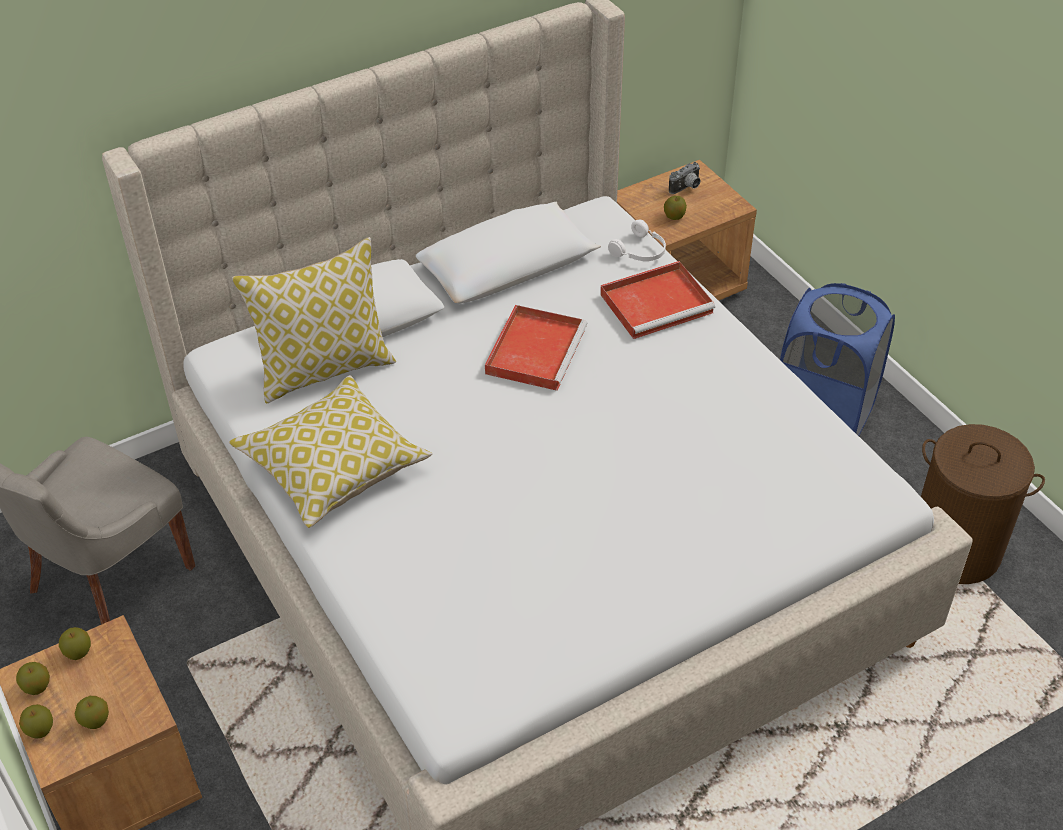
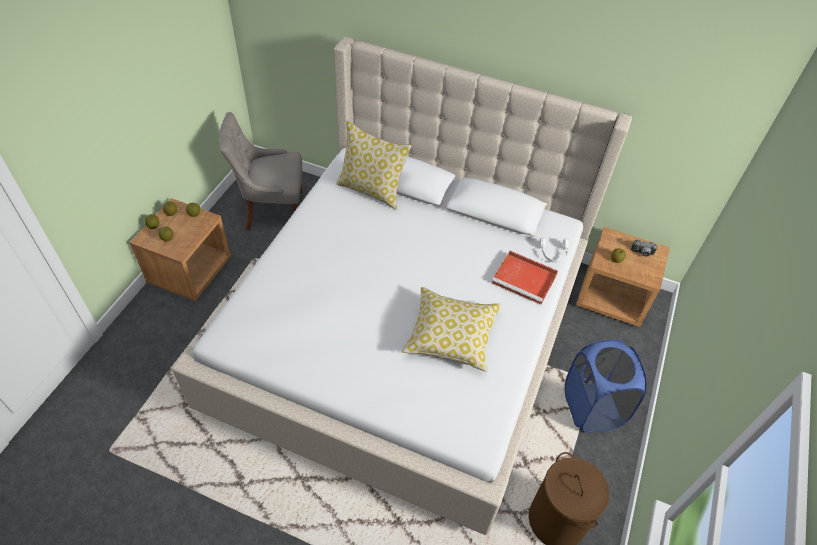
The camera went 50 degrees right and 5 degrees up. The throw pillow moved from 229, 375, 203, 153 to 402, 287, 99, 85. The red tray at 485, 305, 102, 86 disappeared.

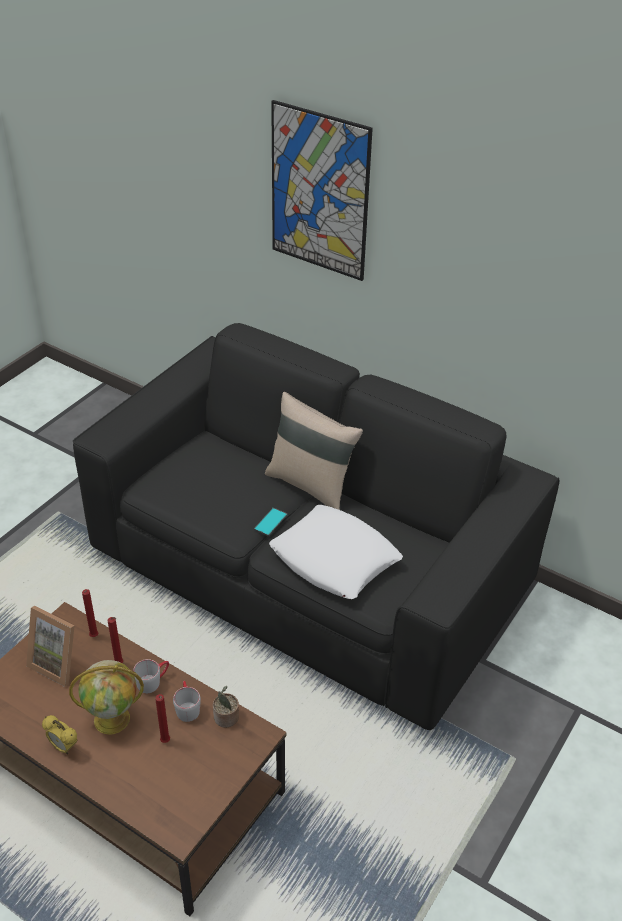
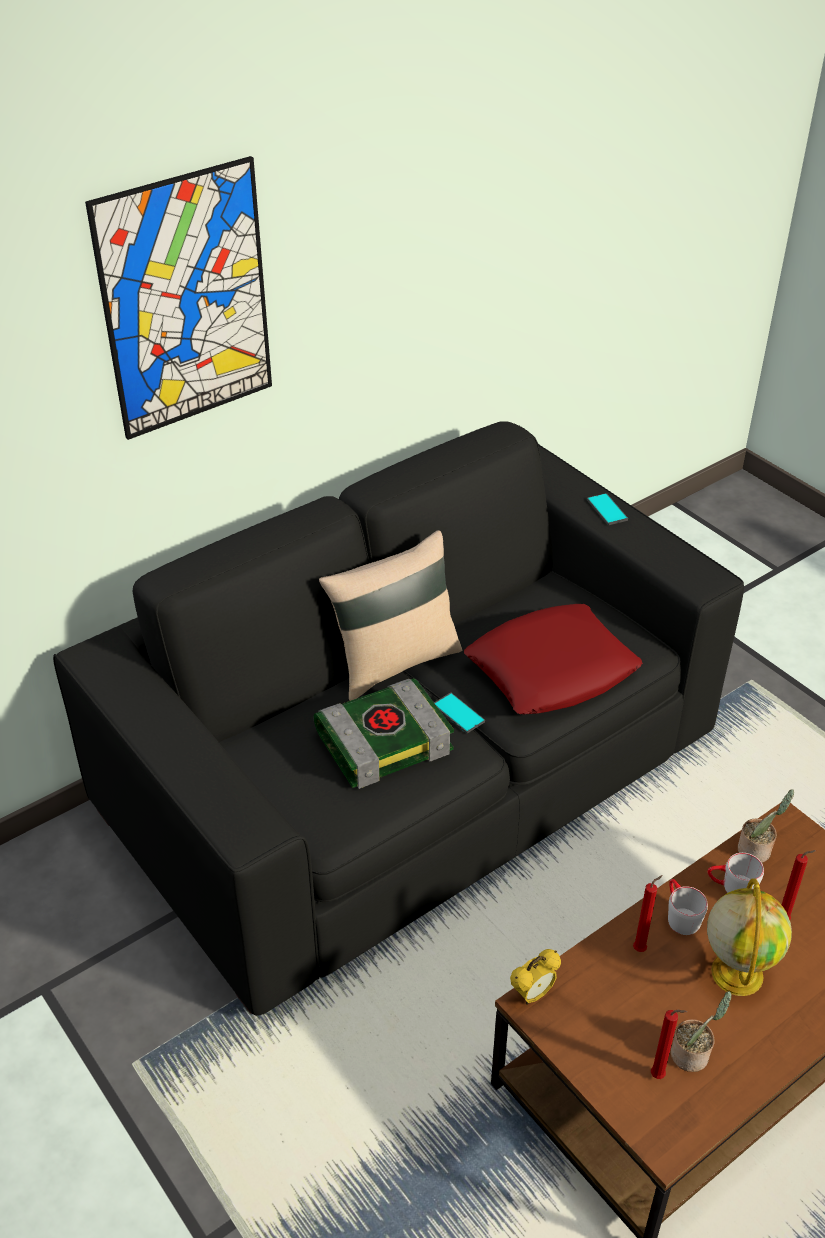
The camera went 70 degrees left and 0 degrees up. The book at 313, 678, 141, 111 appeared. The whitish throw pillow at 269, 505, 134, 94 became the red throw pillow at 464, 604, 179, 110. The bedside clock moved from 42, 715, 35, 39 to 510, 949, 51, 56. The handset at 587, 493, 41, 32 appeared. The red wax light moved from 82, 589, 16, 48 to 651, 1009, 36, 70. The houseplant at 671, 991, 61, 81 appeared. The picture frame at 26, 606, 49, 81 disappeared.

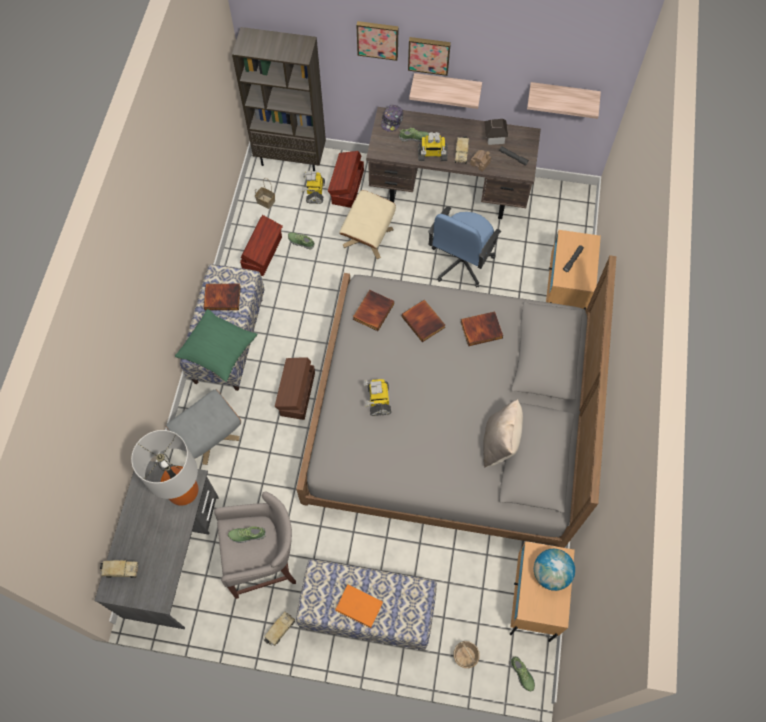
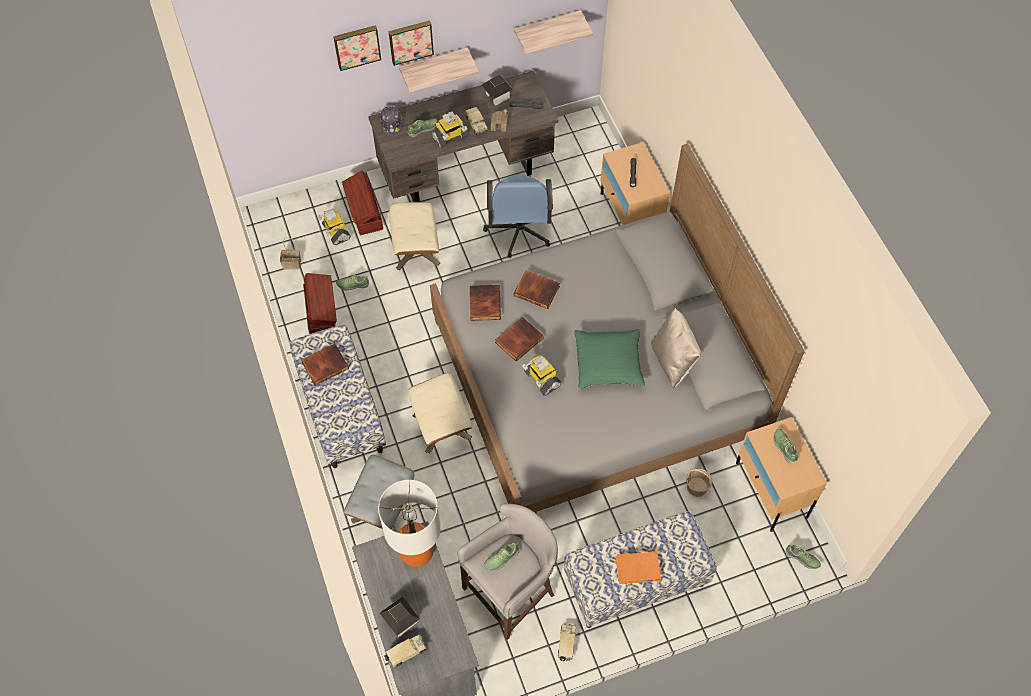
The camera went 30 degrees left and 5 degrees down. The model house at 380, 597, 40, 40 appeared. The brown-coloured storage bin at 275, 357, 40, 63 was replaced by the sand-coloured pouffe at 408, 373, 64, 81. The book moved from 460, 311, 43, 35 to 495, 317, 49, 44. The green throw pillow moved from 175, 309, 83, 73 to 574, 329, 71, 60. The basket moved from 454, 641, 26, 27 to 686, 468, 26, 29. The desk globe at 534, 549, 41, 42 was replaced by the low shoe at 774, 429, 24, 34. The brown-coloured bookshelf at 232, 27, 94, 144 disappeared.

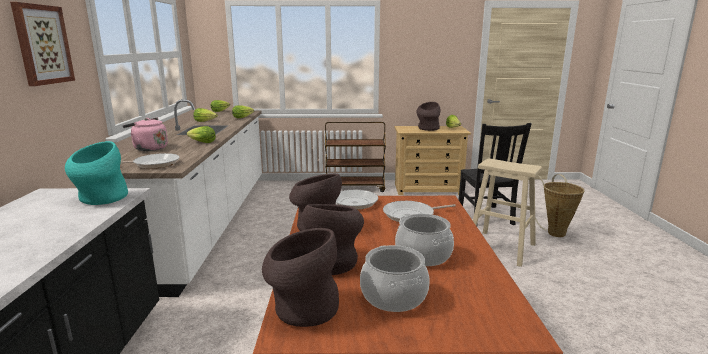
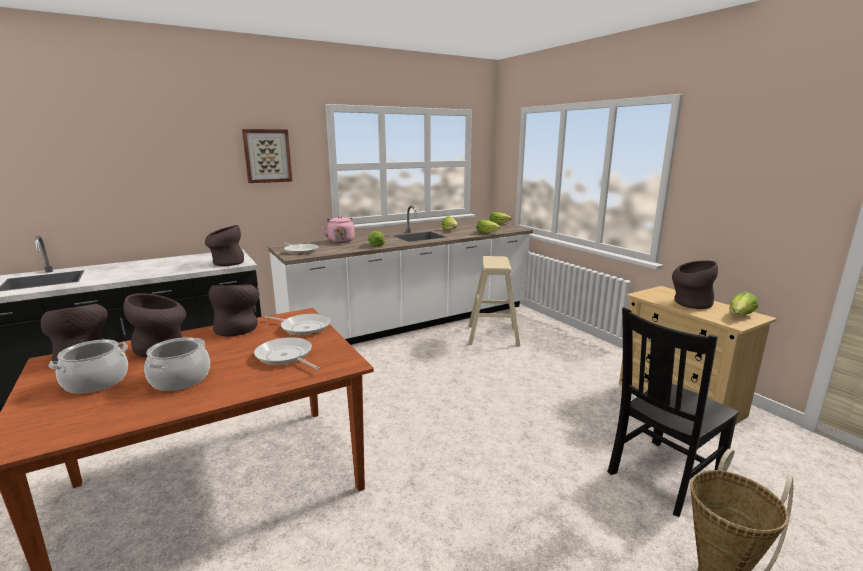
The camera went 60 degrees right and 0 degrees up. The turquoise-coloured vase at 65, 141, 63, 64 became the brown-coloured vase at 205, 225, 39, 41. The sand-coloured stool seat moved from 473, 159, 69, 108 to 468, 256, 52, 91. The brown-coloured trolley at 325, 122, 61, 70 disappeared.

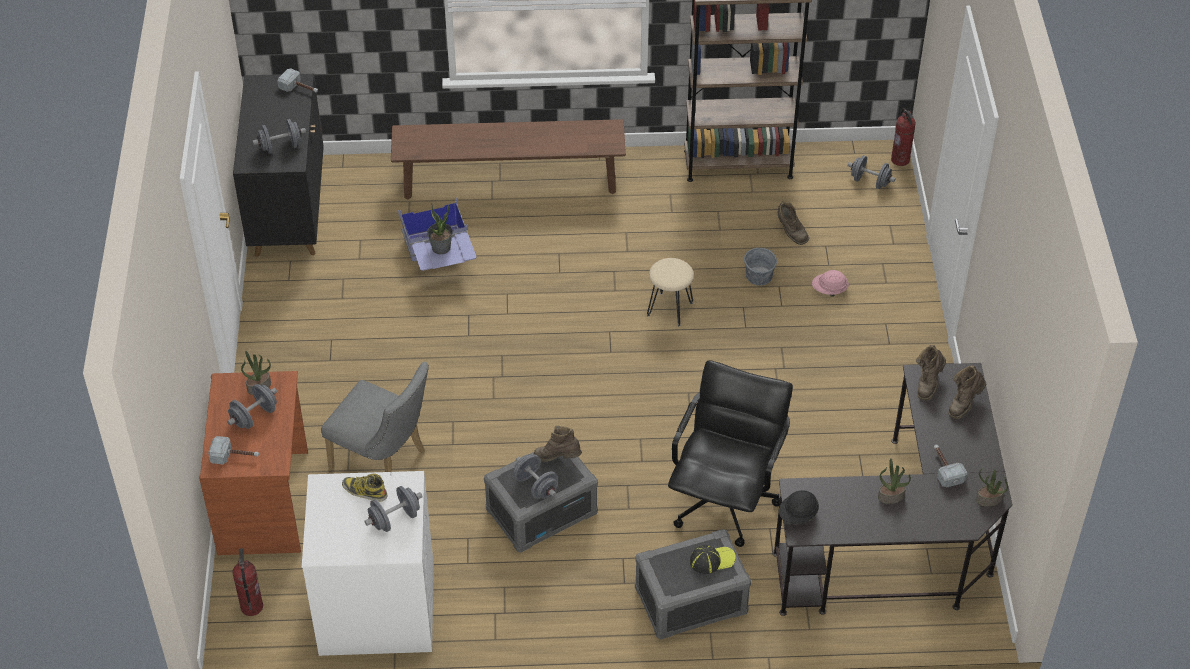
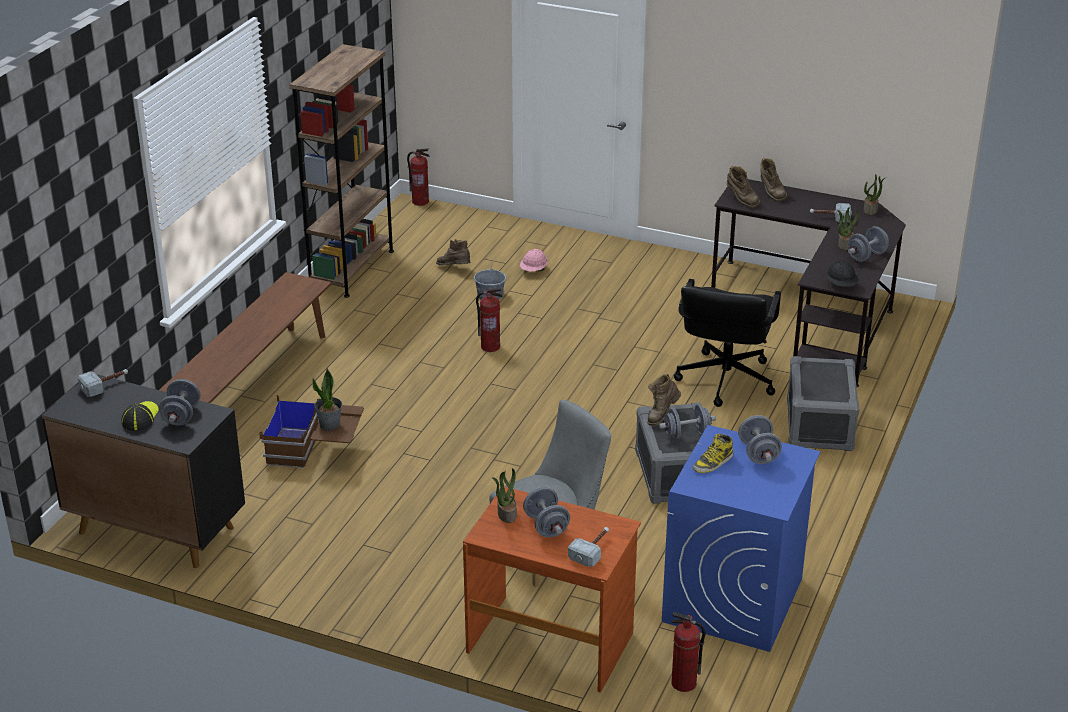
The camera went 65 degrees left and 15 degrees down. The peaked cap moved from 690, 545, 46, 29 to 121, 401, 38, 30. The blue-coloured storage bin at 398, 198, 79, 73 became the brown-coloured storage bin at 259, 395, 105, 73. The brown-coloured tall boot at 777, 201, 32, 44 turned 135 degrees counterclockwise. The sand-coloured stool seat at 647, 258, 47, 68 was replaced by the fire-fighting cylinder at 476, 288, 27, 64. The whitish washing machine at 302, 471, 132, 185 became the blue-coloured washing machine at 662, 425, 158, 227. The blackish computer chair at 668, 360, 125, 187 turned 120 degrees counterclockwise. The gray dumbbell moved from 848, 155, 48, 34 to 847, 226, 42, 36.

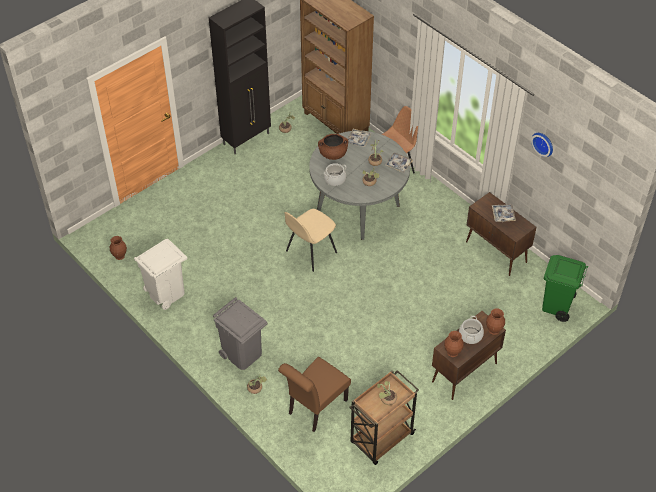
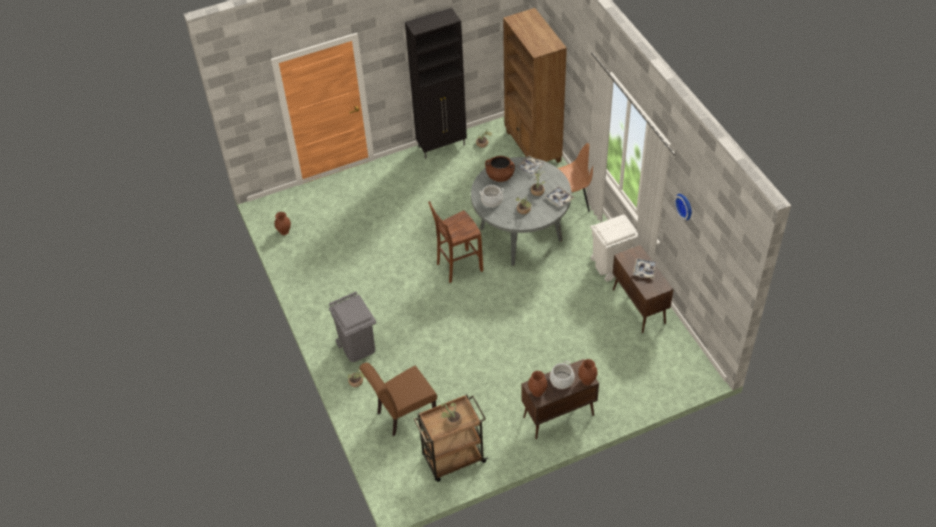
The camera went 20 degrees right and 0 degrees up. The sand-coloured chair at 284, 209, 53, 63 was replaced by the brown-coloured stool seat at 428, 201, 55, 82. The whitish trash can moved from 134, 239, 53, 71 to 590, 215, 48, 66. The green trash can at 542, 255, 46, 67 disappeared.

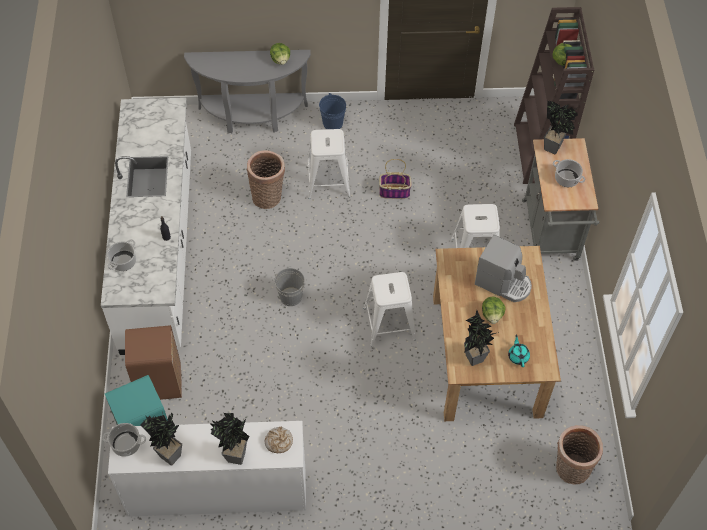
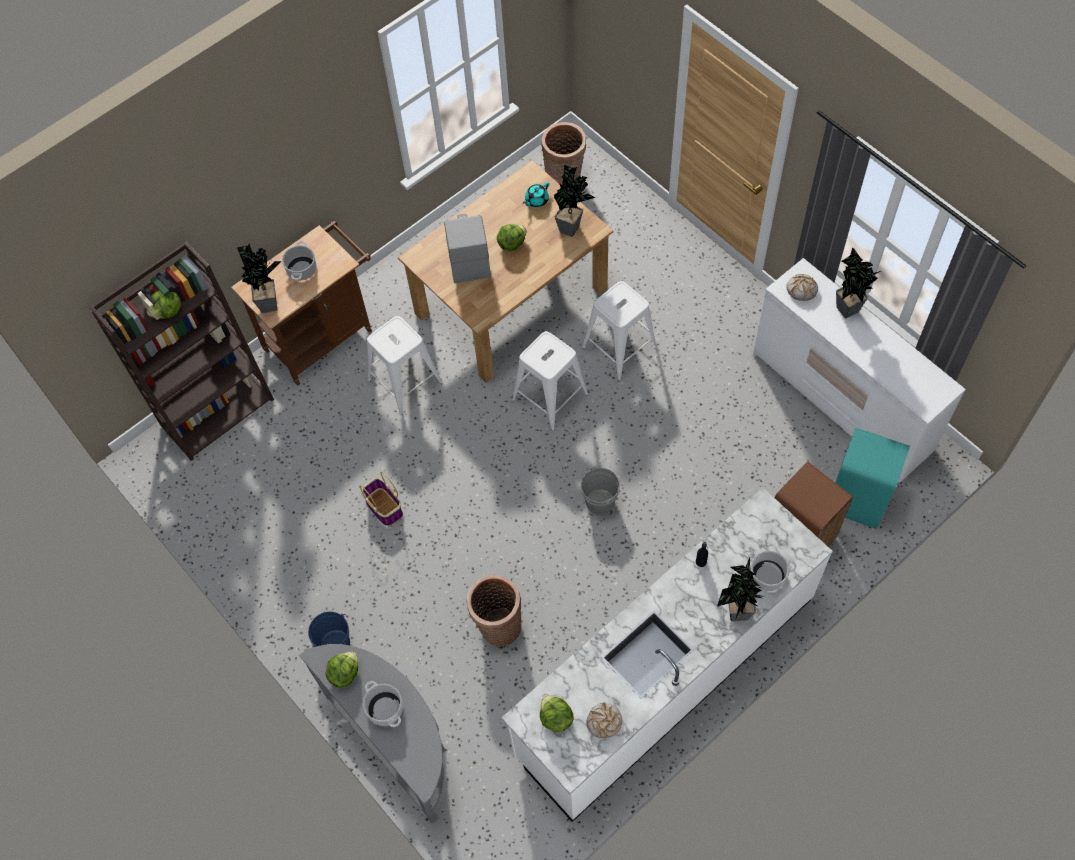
The camera went 125 degrees left and 5 degrees up. The gray trolley at 522, 138, 77, 123 became the brown-coloured trolley at 231, 221, 141, 165. The saucepot moved from 102, 423, 44, 34 to 363, 681, 40, 46. The lettuce head at 540, 695, 34, 37 appeared. The whitish stool seat moved from 307, 129, 43, 70 to 582, 281, 75, 99. The bread at 586, 702, 36, 36 appeared. The houseplant moved from 140, 411, 42, 55 to 717, 557, 47, 64.

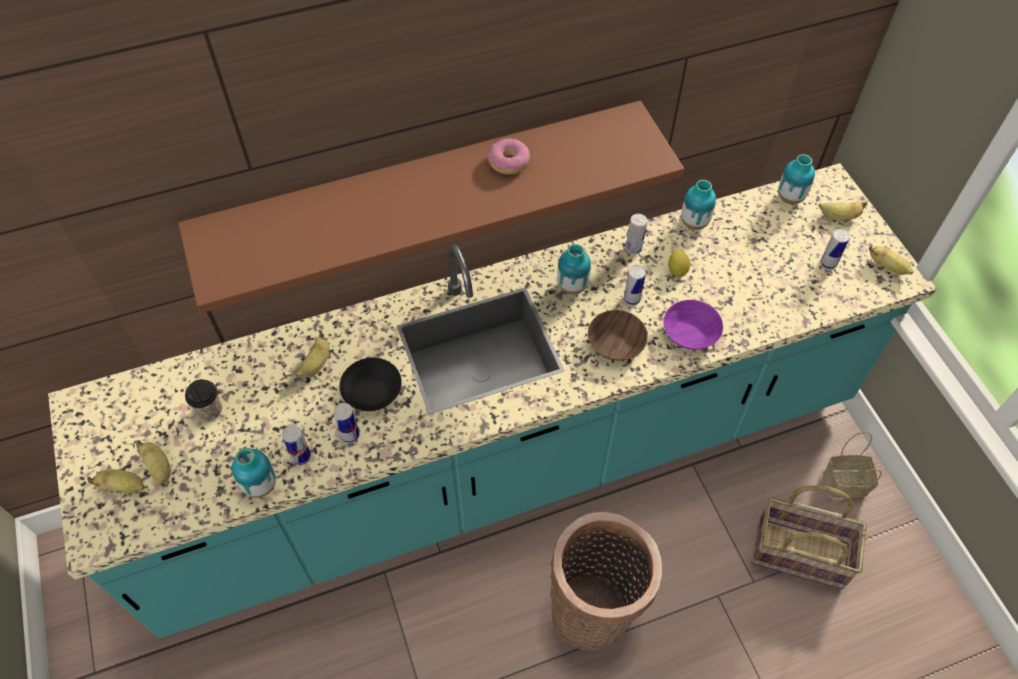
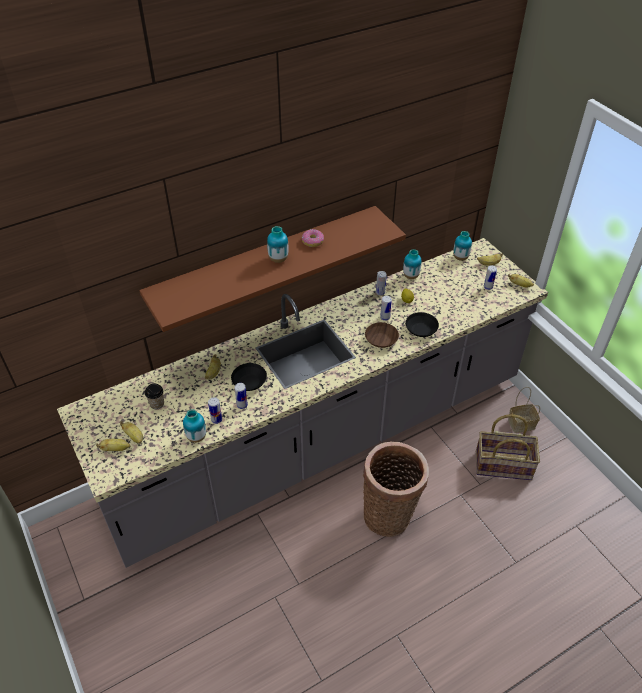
The camera went 10 degrees left and 10 degrees down. The turquoise-coloured kitchen base unit at 48, 163, 889, 476 became the gray kitchen base unit at 57, 238, 491, 330. The vase moved from 557, 244, 34, 51 to 267, 226, 22, 37. The purplish deep dish at 663, 300, 60, 50 became the blackish deep dish at 405, 312, 34, 25.

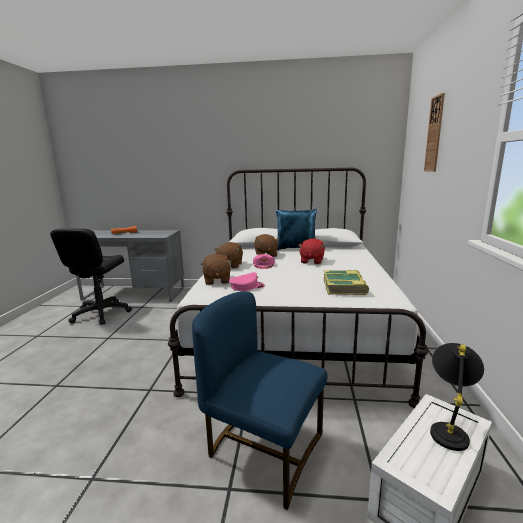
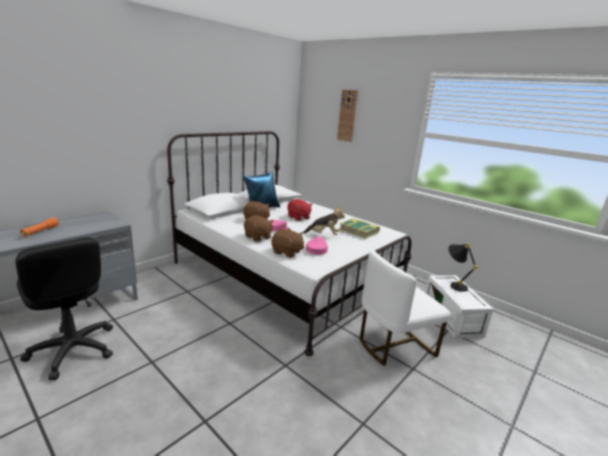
The camera went 55 degrees left and 5 degrees up. The cuddly toy at 303, 206, 42, 29 appeared. The blue-coloured chair at 192, 291, 135, 219 became the whitish chair at 360, 250, 91, 116.

